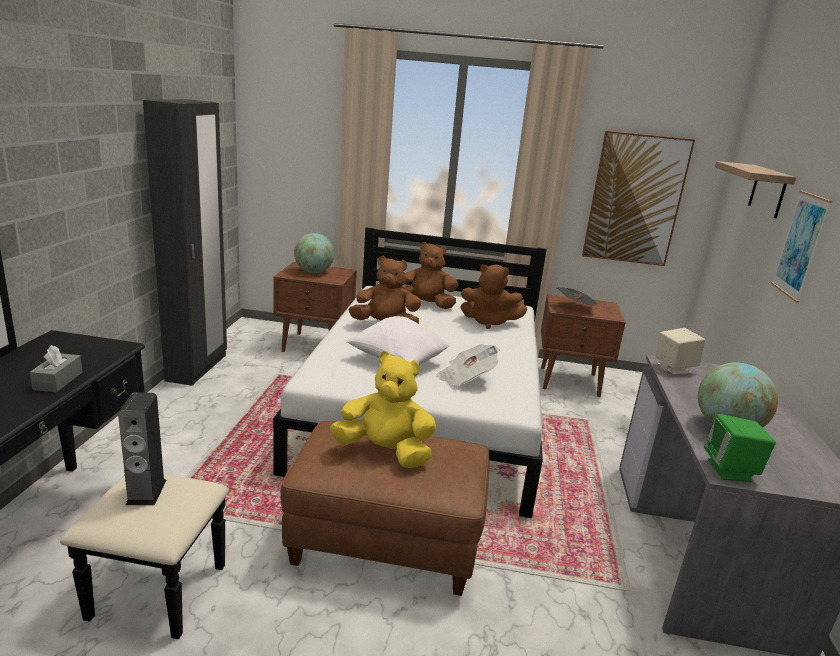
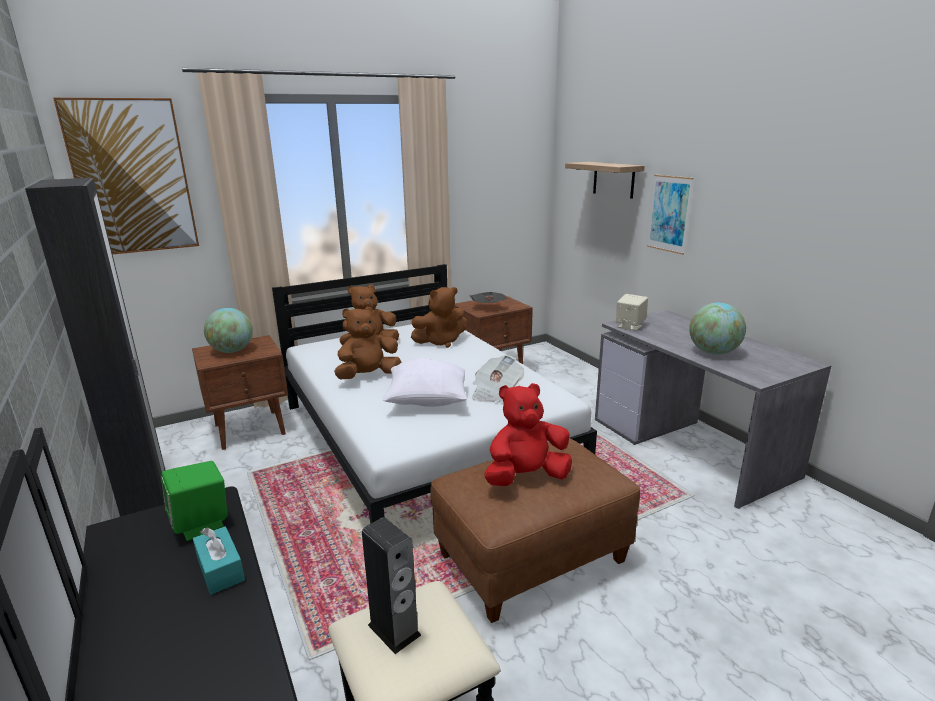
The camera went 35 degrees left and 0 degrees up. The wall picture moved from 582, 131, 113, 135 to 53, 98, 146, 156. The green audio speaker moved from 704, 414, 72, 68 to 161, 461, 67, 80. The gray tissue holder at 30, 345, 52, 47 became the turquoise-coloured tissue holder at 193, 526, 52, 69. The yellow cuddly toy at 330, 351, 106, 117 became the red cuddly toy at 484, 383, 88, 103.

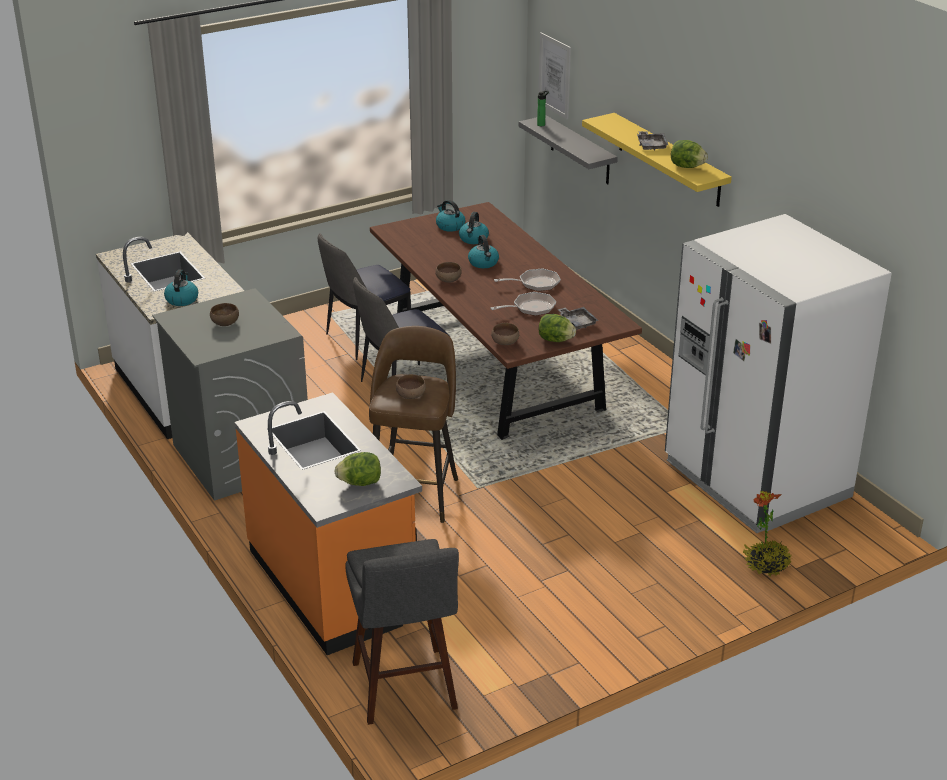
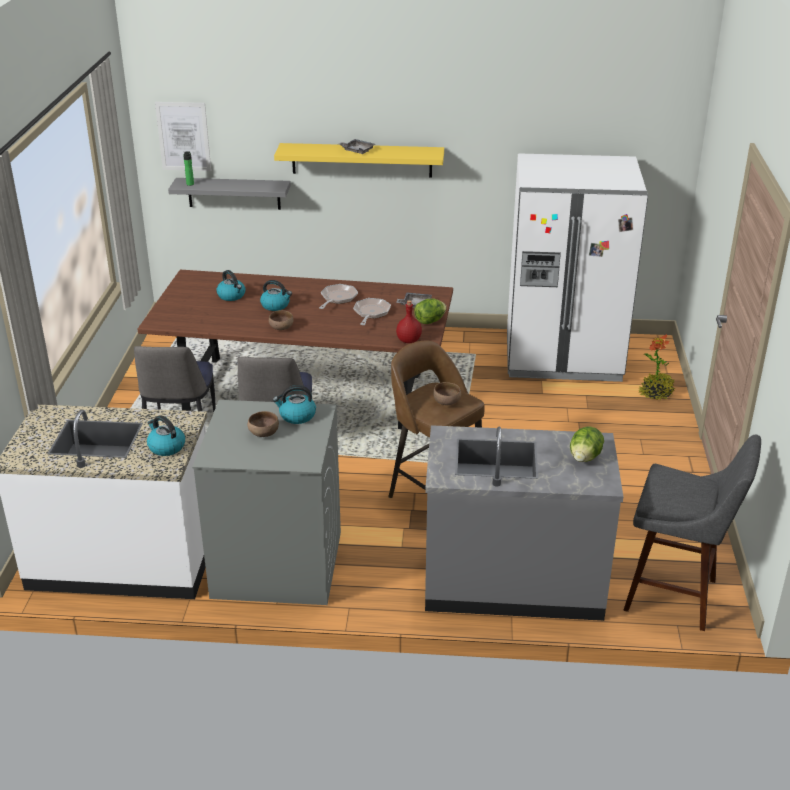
The camera went 55 degrees left and 0 degrees up. The tea kettle moved from 436, 200, 29, 32 to 273, 385, 43, 39. The brown-coloured deep dish at 491, 323, 28, 22 was replaced by the red bottle at 396, 300, 26, 43. The orangey kitchen base unit at 234, 392, 188, 263 became the gray kitchen base unit at 425, 425, 199, 196. The lettuce head at 671, 140, 37, 28 disappeared.

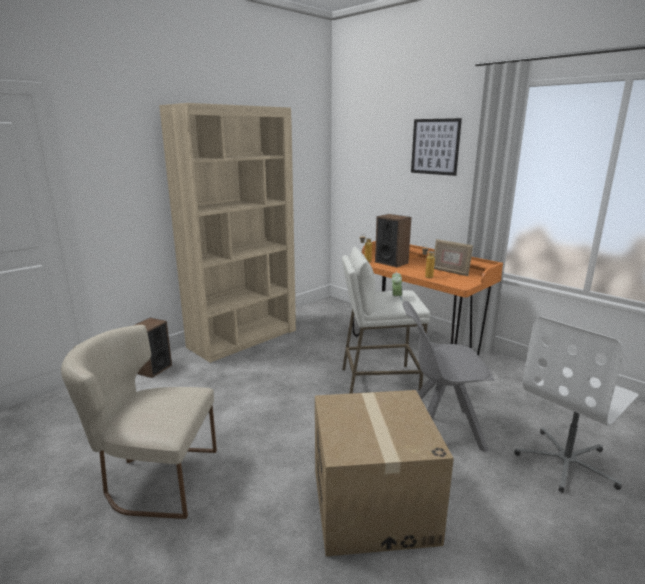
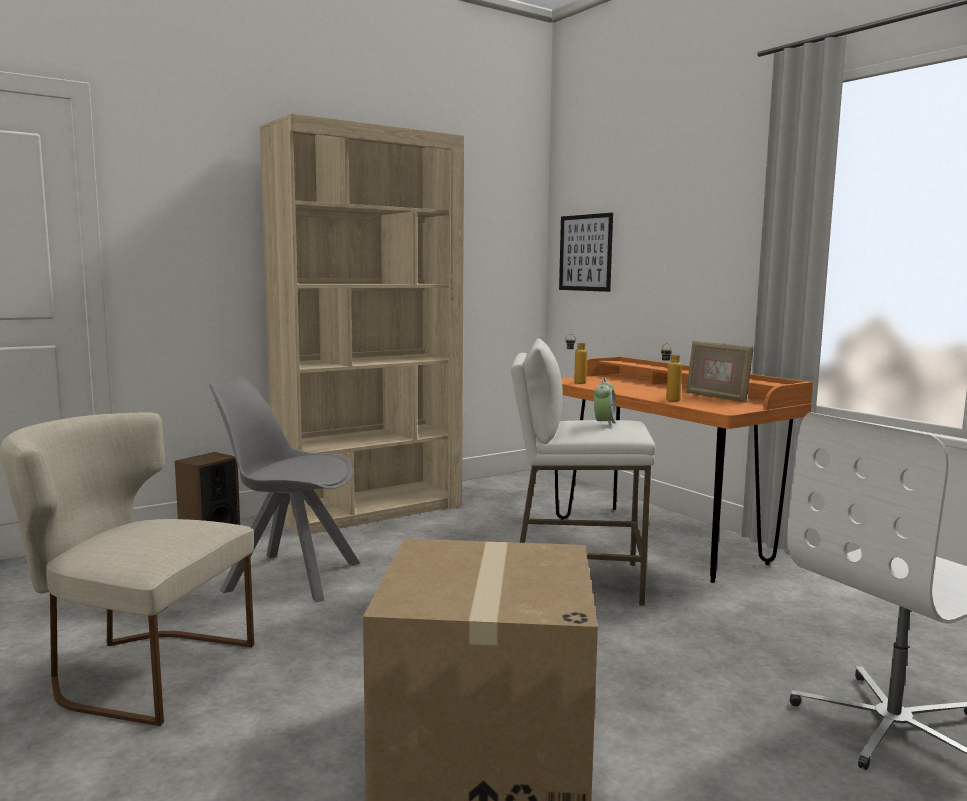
The camera went 10 degrees right and 10 degrees down. The gray chair moved from 403, 301, 92, 152 to 209, 377, 151, 225. The wall picture moved from 411, 118, 51, 58 to 559, 213, 54, 79. The audio speaker at 375, 214, 36, 54 disappeared.

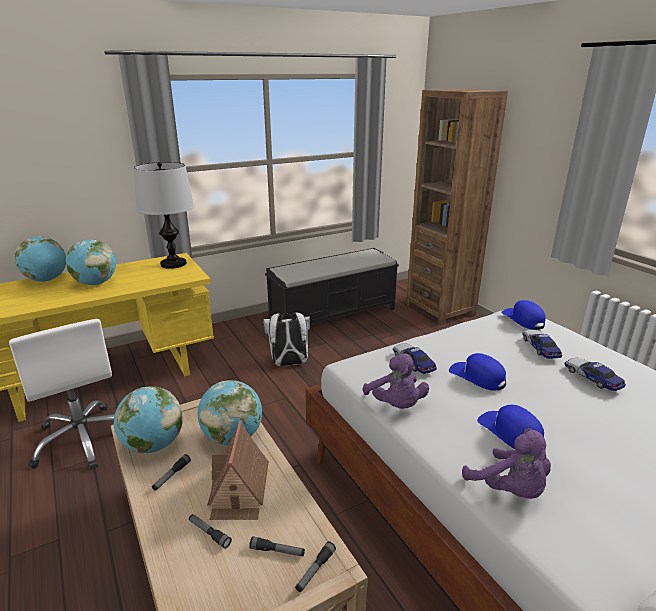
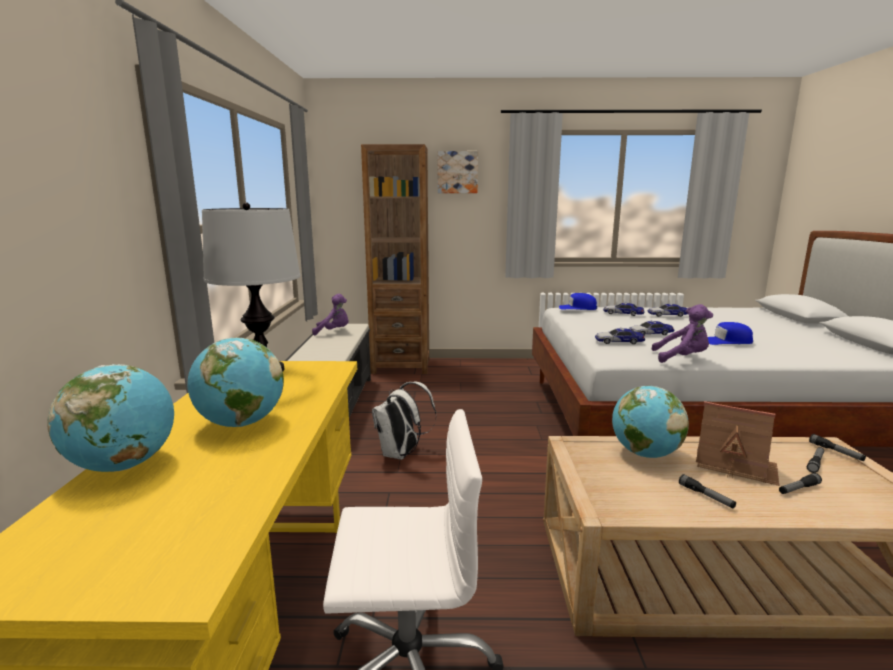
The camera went 60 degrees left and 10 degrees down. The purplish cuddly toy moved from 462, 428, 89, 71 to 312, 294, 36, 42. The wall picture at 437, 151, 41, 42 appeared. The blue-coloured peaked cap at 449, 353, 57, 38 was replaced by the model car at 629, 320, 45, 16. The desk globe at 114, 386, 69, 67 disappeared.

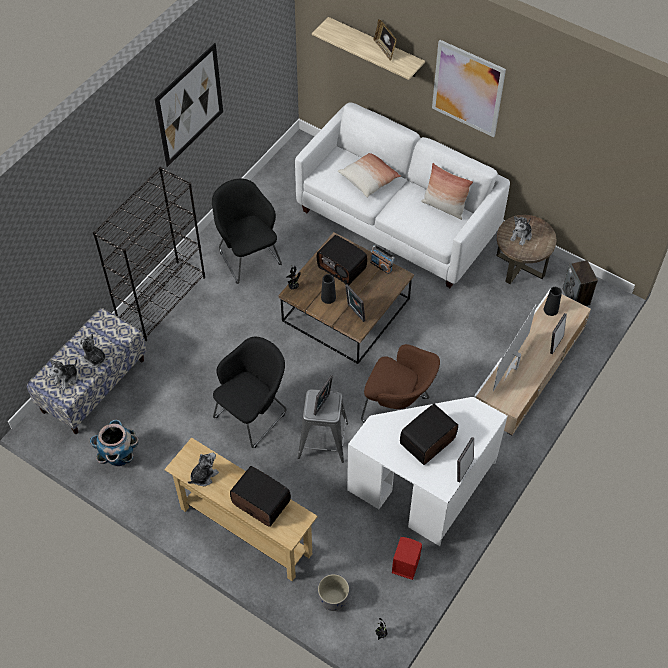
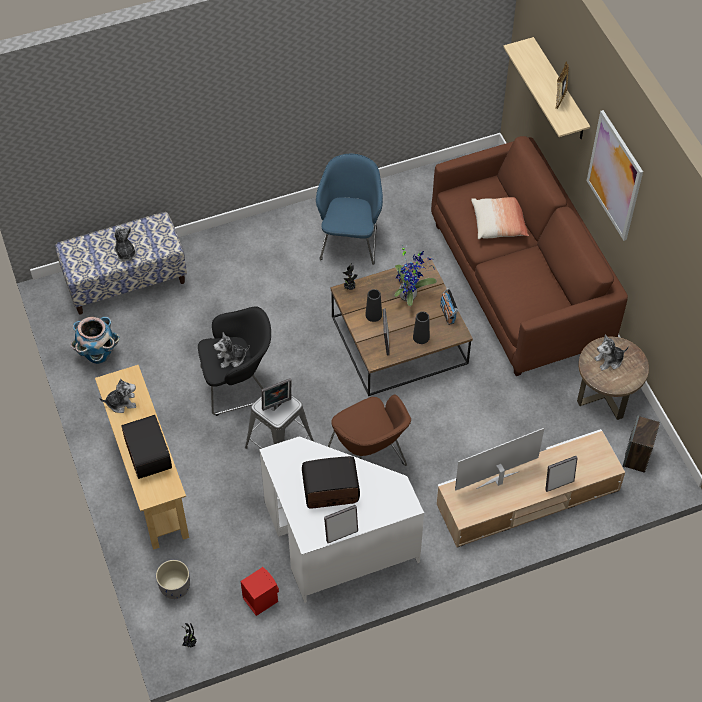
The camera went 35 degrees right and 0 degrees up. The cuddly toy moved from 49, 359, 29, 31 to 214, 332, 36, 36. The blackish easy chair at 212, 179, 70, 105 became the blue-coloured easy chair at 316, 154, 67, 111. The radio at 317, 235, 50, 50 was replaced by the houseplant at 394, 244, 43, 62. The blackish vase moved from 544, 287, 18, 29 to 413, 311, 17, 33. The whitish couch at 295, 102, 215, 186 became the brown-coloured couch at 431, 136, 197, 240. The blackish bookshelf at 93, 167, 112, 174 disappeared. The wall picture at 154, 43, 69, 124 disappeared. The throw pillow at 421, 163, 52, 57 disappeared.

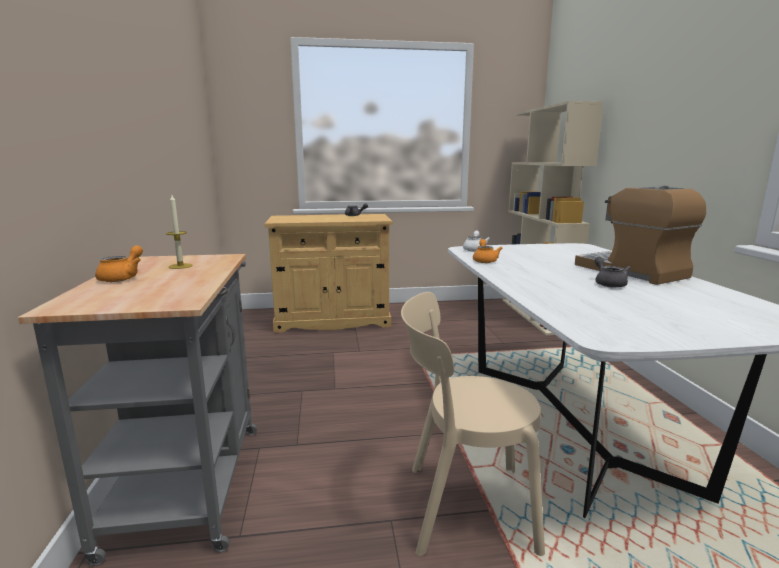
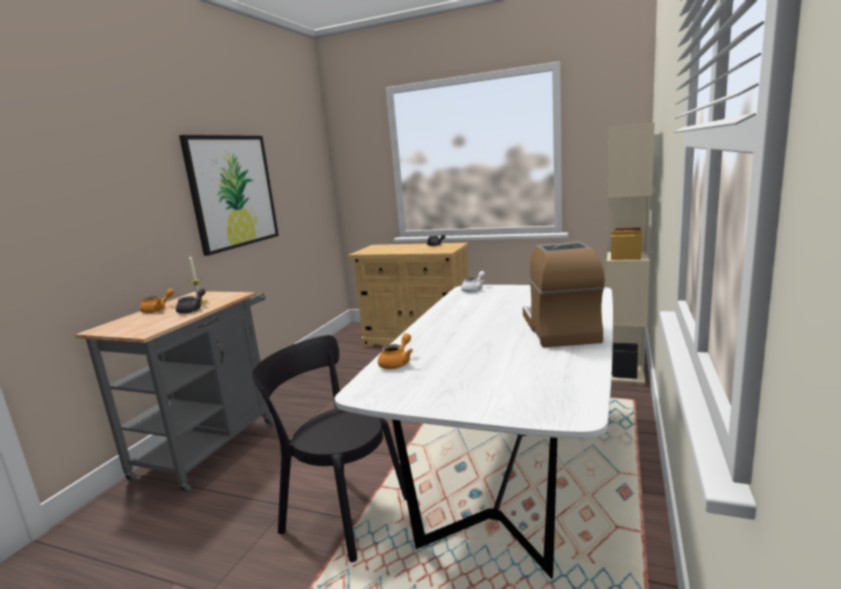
The camera went 30 degrees right and 0 degrees up. The gray tea pot moved from 595, 257, 36, 31 to 176, 288, 29, 26. The wall picture at 179, 135, 100, 121 appeared. The sand-coloured chair at 401, 292, 144, 264 became the blackish chair at 251, 335, 156, 227. The orangey tea pot moved from 473, 239, 29, 24 to 378, 333, 35, 36.

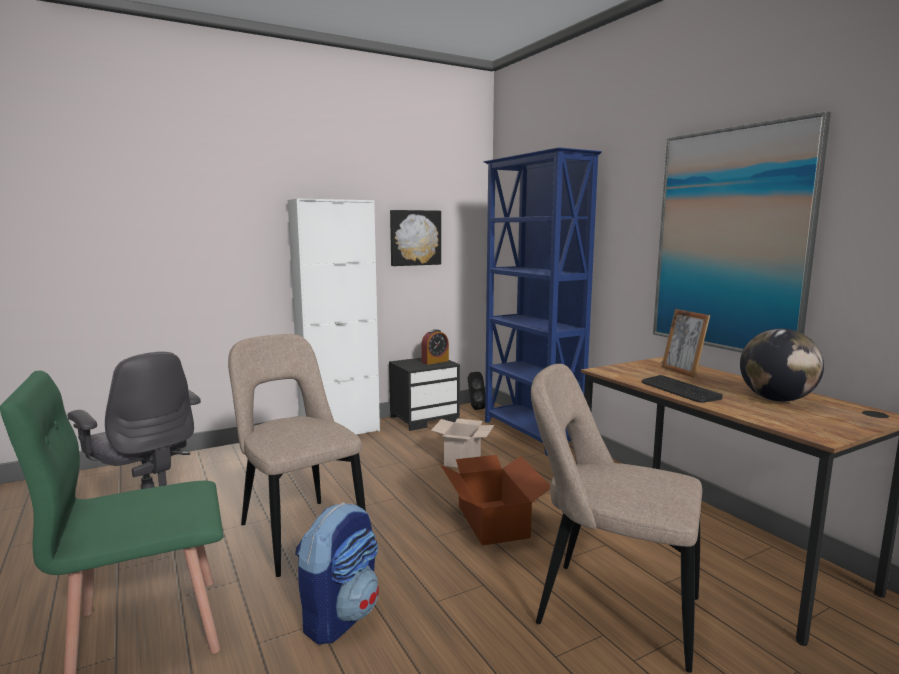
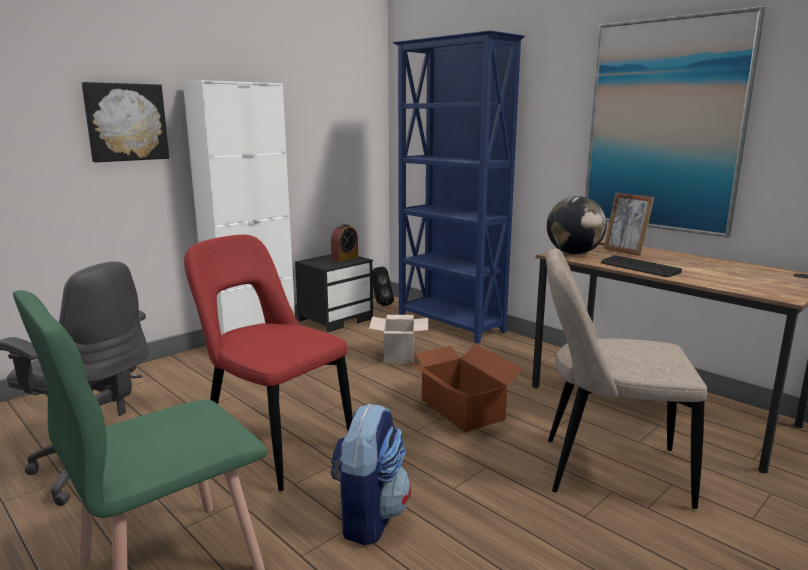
The camera went 15 degrees left and 5 degrees up. The wall picture moved from 390, 210, 51, 56 to 82, 82, 87, 80. The sand-coloured chair at 228, 334, 138, 243 became the red chair at 184, 235, 169, 256. The desk globe moved from 740, 328, 84, 74 to 547, 196, 60, 58.

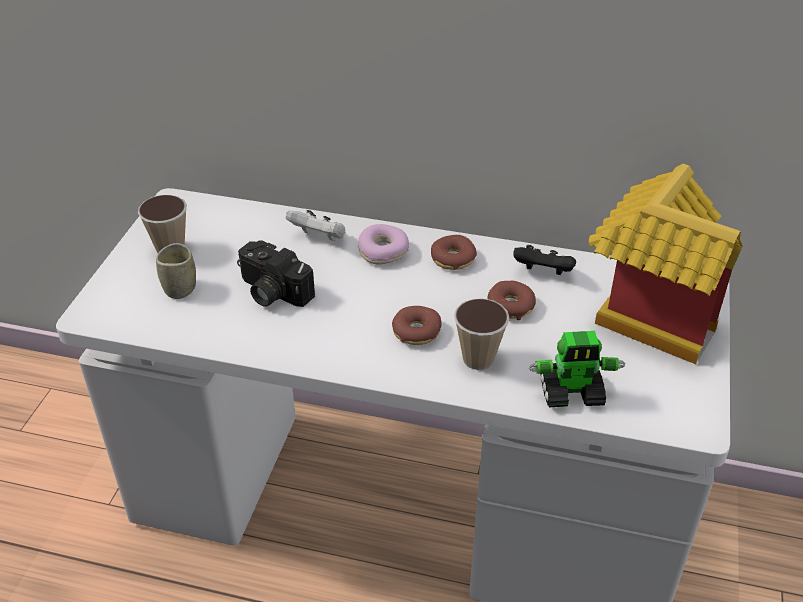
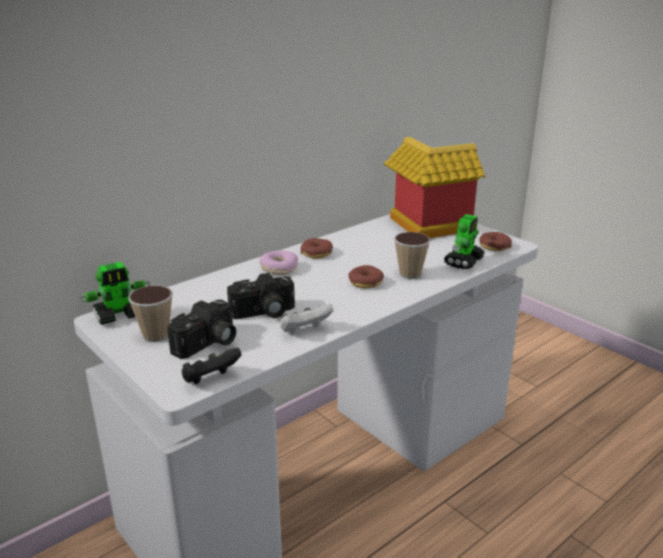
The camera went 55 degrees left and 15 degrees down. The model robot at 80, 262, 70, 63 appeared. The cup at 156, 243, 40, 56 was replaced by the still camera at 167, 300, 69, 59. The blackish game controller moved from 513, 245, 63, 30 to 182, 348, 60, 36. The whitish game controller moved from 286, 210, 60, 31 to 280, 304, 53, 30. The ring doughnut moved from 487, 281, 49, 39 to 479, 232, 33, 19.

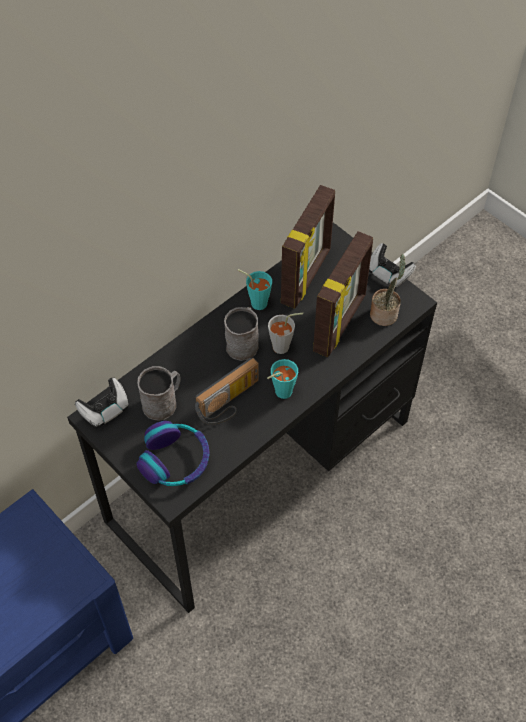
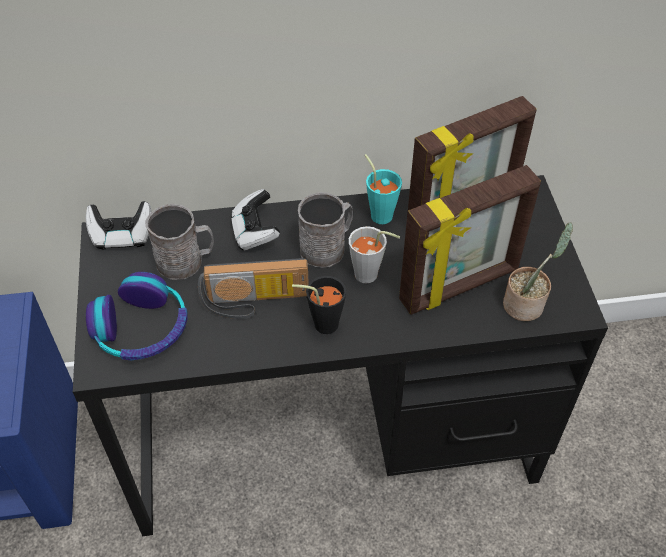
The camera went 35 degrees right and 5 degrees down. The game controller moved from 369, 243, 47, 44 to 231, 189, 49, 62. The turquoise-coloured cup at 267, 359, 31, 40 became the blackish cup at 292, 276, 54, 58.

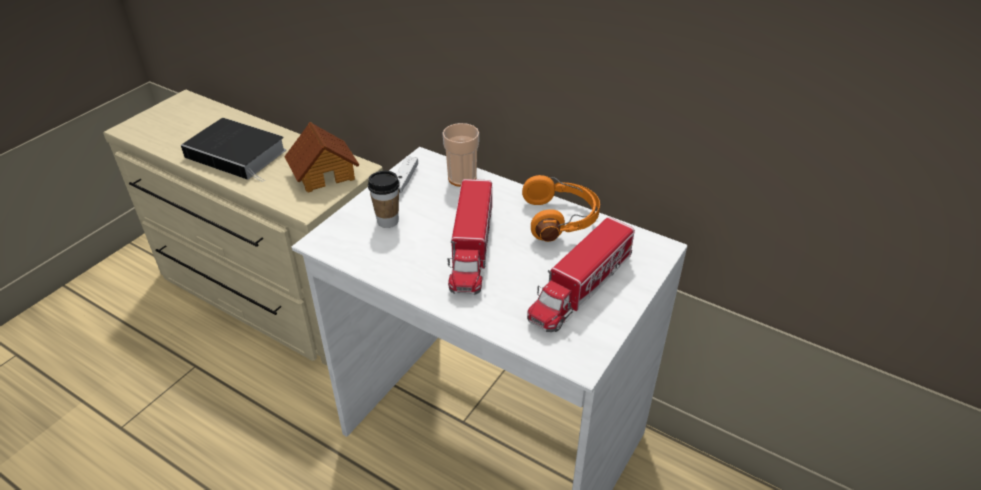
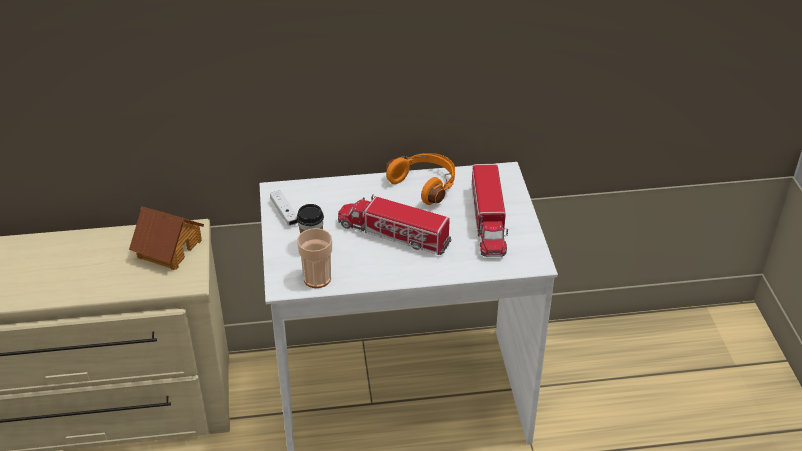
The camera went 40 degrees left and 0 degrees up. The cup moved from 442, 123, 37, 64 to 297, 228, 35, 60. The model truck at 448, 179, 45, 116 turned 150 degrees clockwise. The book at 181, 118, 105, 64 disappeared.

